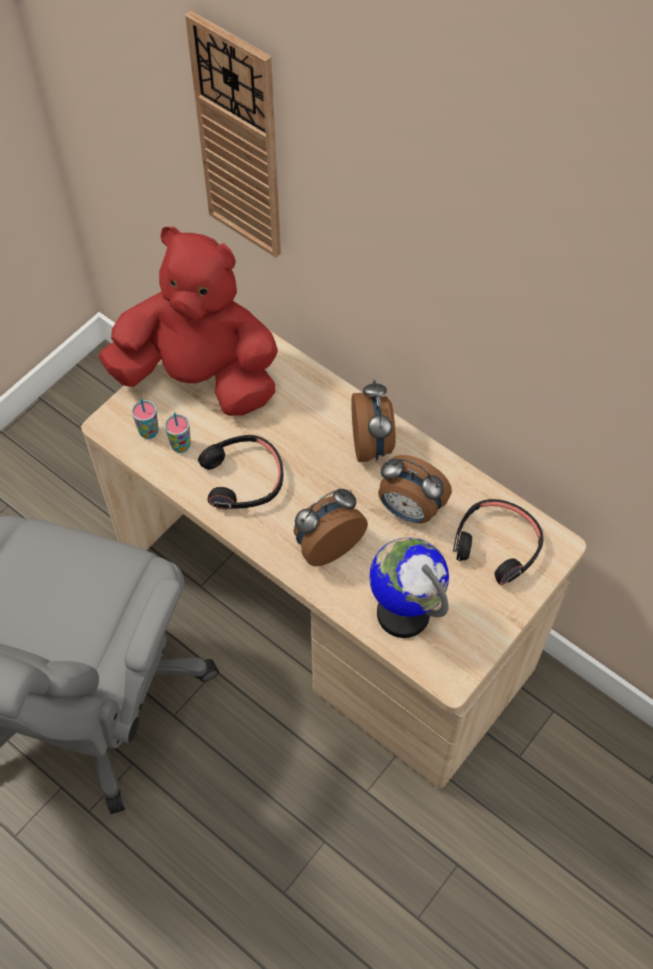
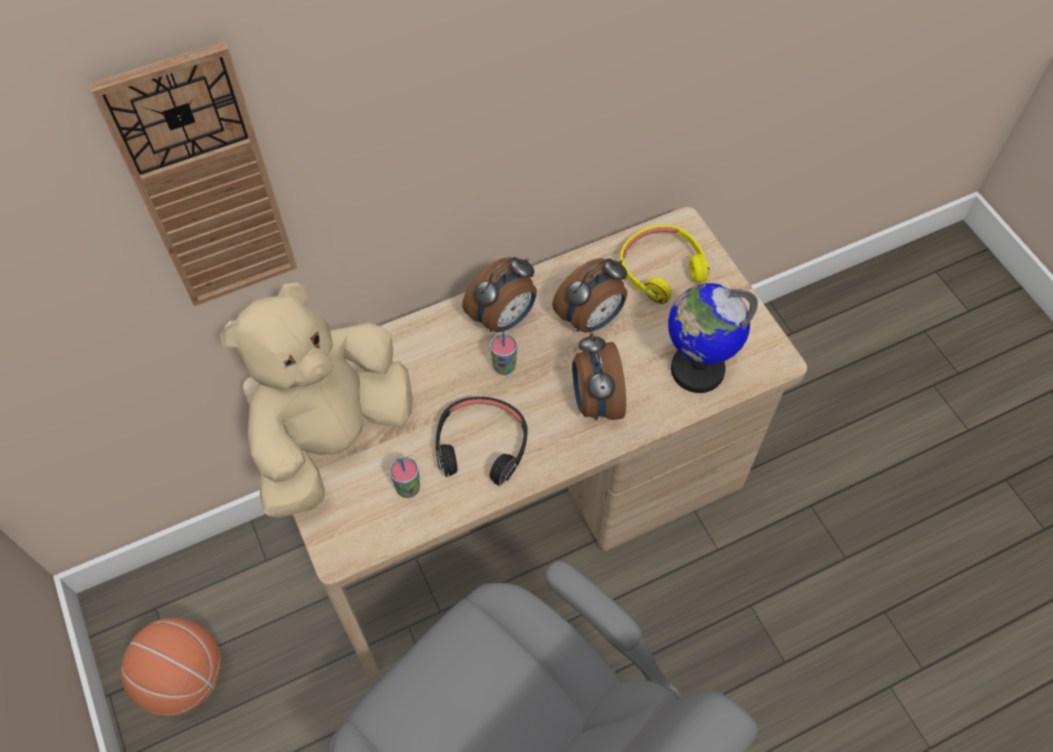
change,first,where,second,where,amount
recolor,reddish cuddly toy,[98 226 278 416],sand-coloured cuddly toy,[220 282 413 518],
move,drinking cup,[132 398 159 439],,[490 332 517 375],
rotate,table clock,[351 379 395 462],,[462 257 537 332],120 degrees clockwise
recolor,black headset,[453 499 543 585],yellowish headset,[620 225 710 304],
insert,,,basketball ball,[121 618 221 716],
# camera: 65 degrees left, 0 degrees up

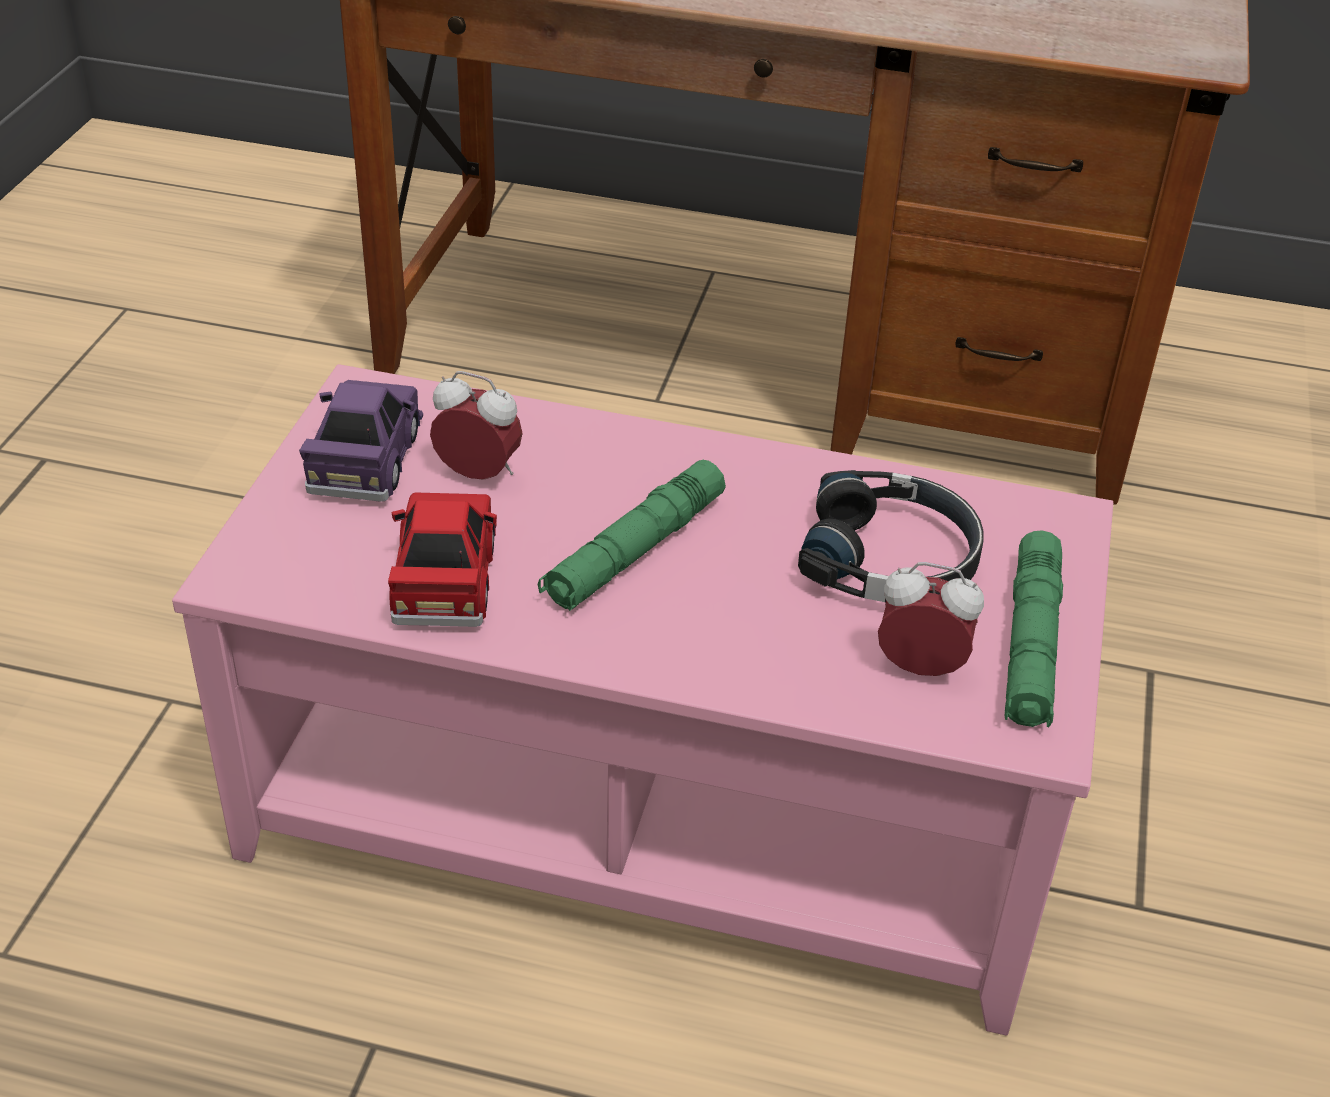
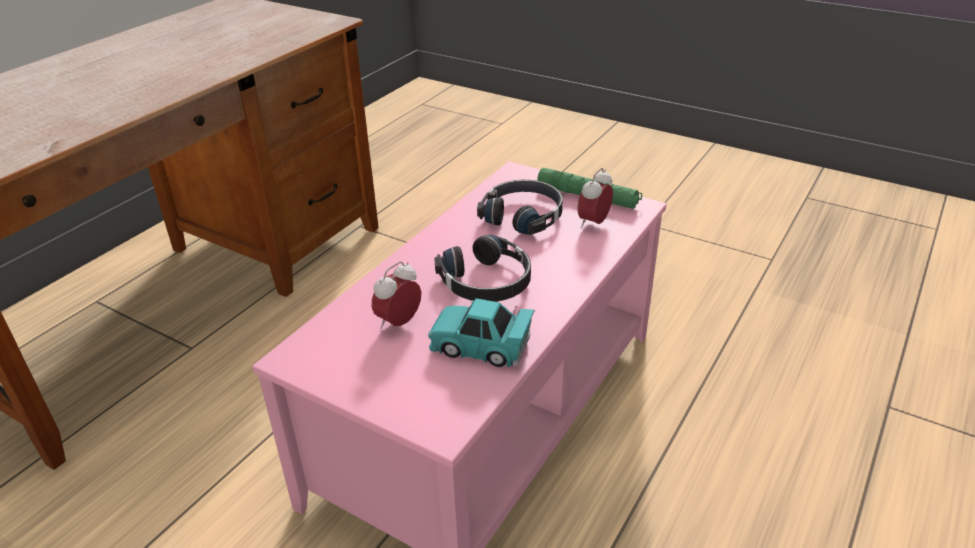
change,first,where,second,where,amount
delete,purple-coloured miniature car,[299 380 423 502],,,
recolor,reddish miniature car,[388 492 497 627],blue-green miniature car,[428 298 534 367],
replace,green-coloured hand torch,[538 460 726 611],black headset,[434 234 531 302],
# camera: 70 degrees left, 5 degrees down

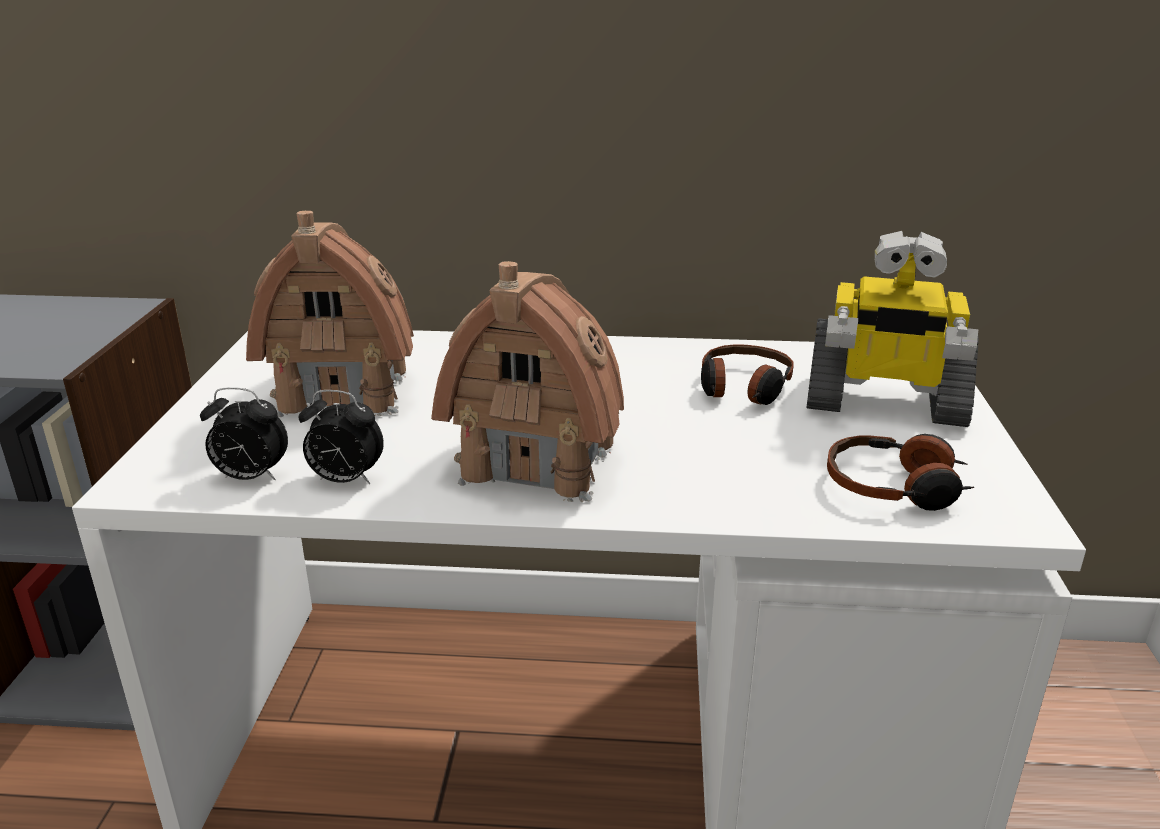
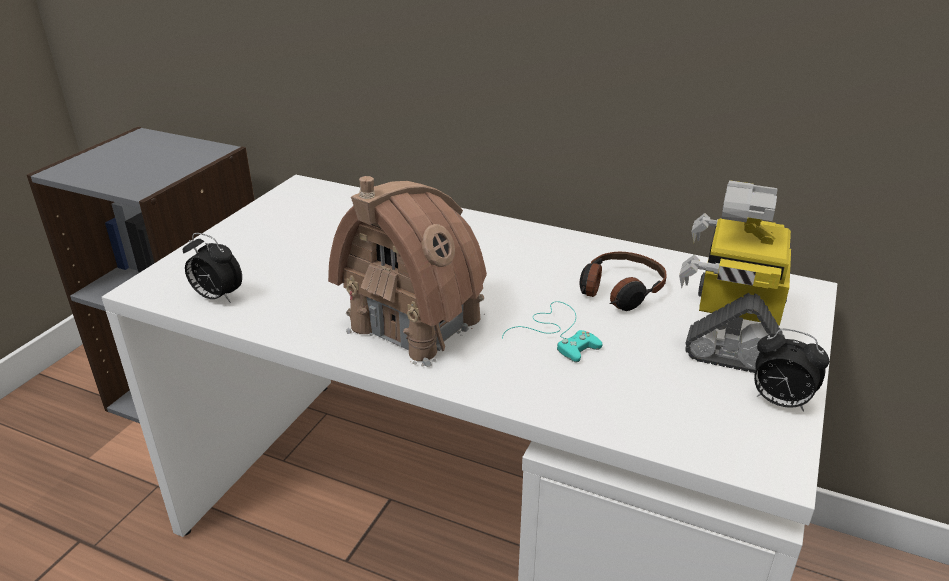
change,first,where,second,where,amount
delete,model house,[246 211 414 417],,,
move,table clock,[299 390 384 484],,[754 329 829 411],
rotate,robot figure,[806 231 979 427],,[679 180 791 373],75 degrees clockwise
delete,headset,[827 434 974 511],,,
insert,,,blue-green game controller,[502 301 602 363],
# camera: 20 degrees right, 5 degrees up

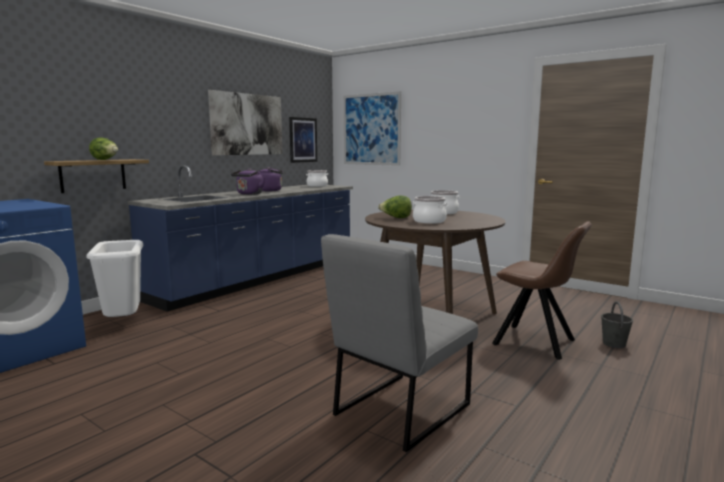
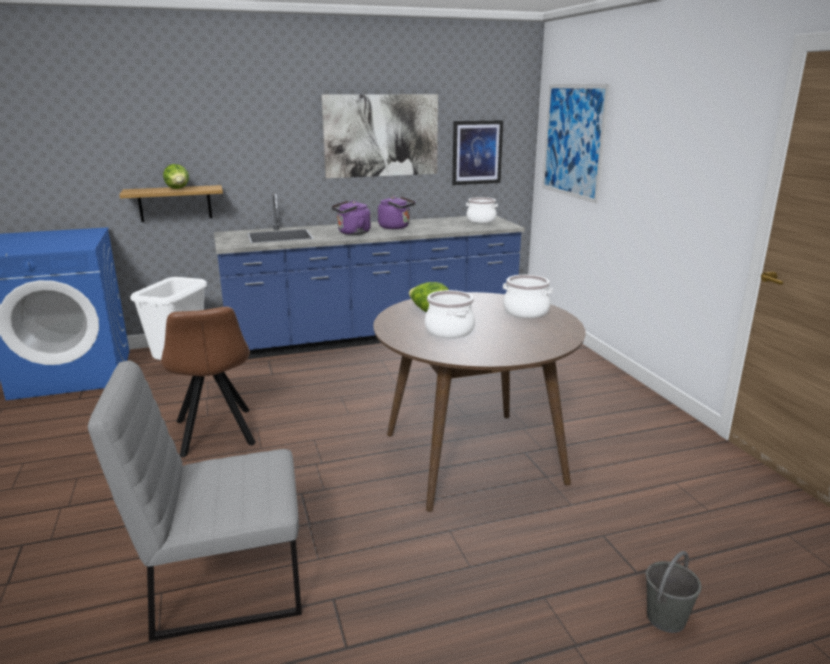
change,first,where,second,where,amount
move,brown upright chair,[492 221 592 360],,[161 307 256 458],
# camera: 35 degrees right, 10 degrees up

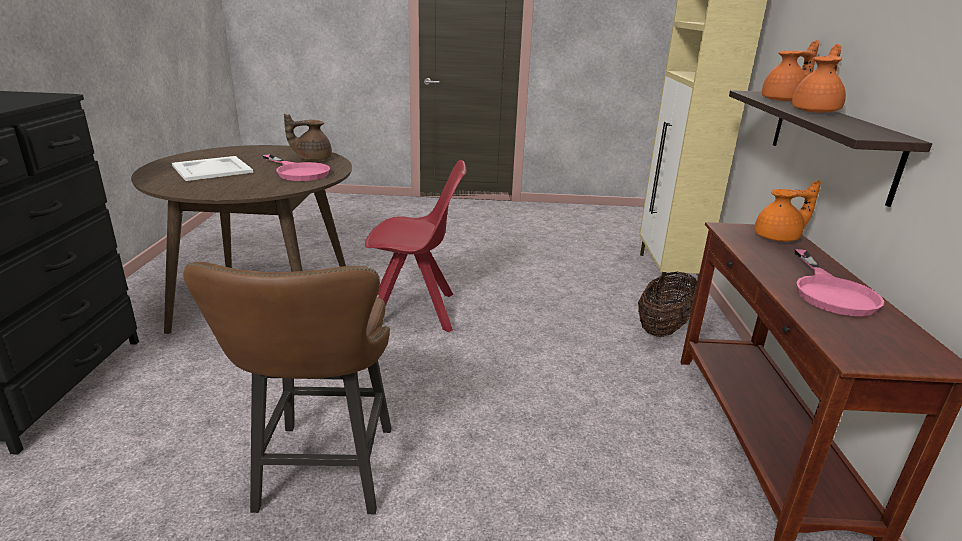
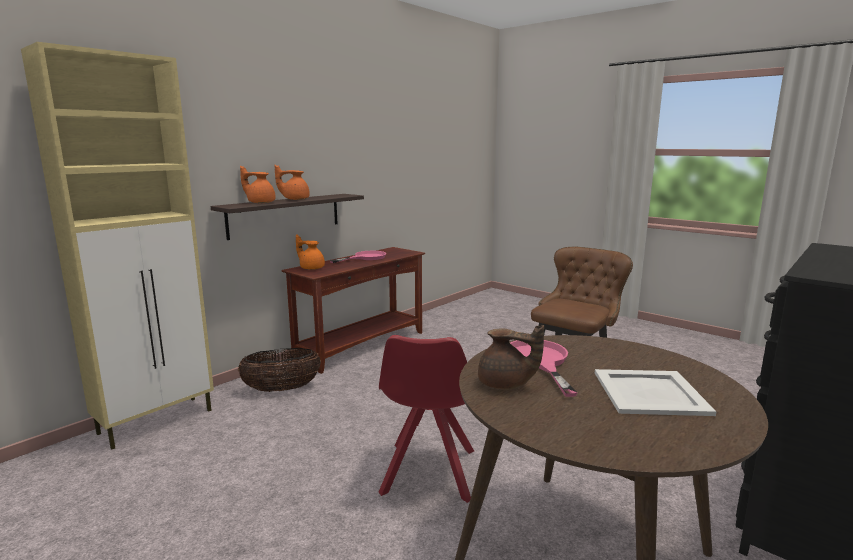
change,first,where,second,where,amount
rotate,reddish upright chair,[365 160 467 332],,[379 335 474 503],120 degrees counterclockwise
# camera: 140 degrees left, 10 degrees down

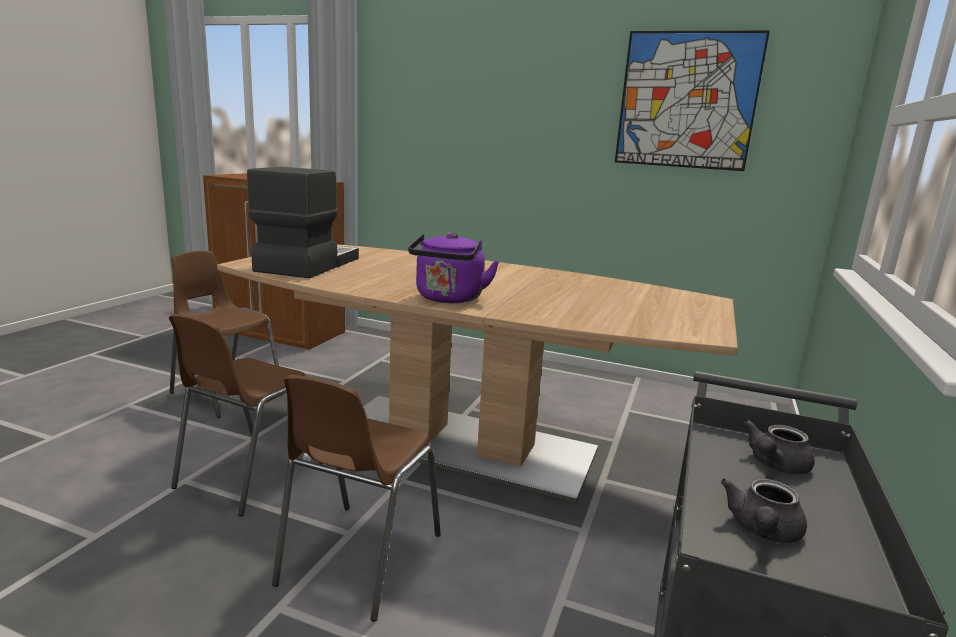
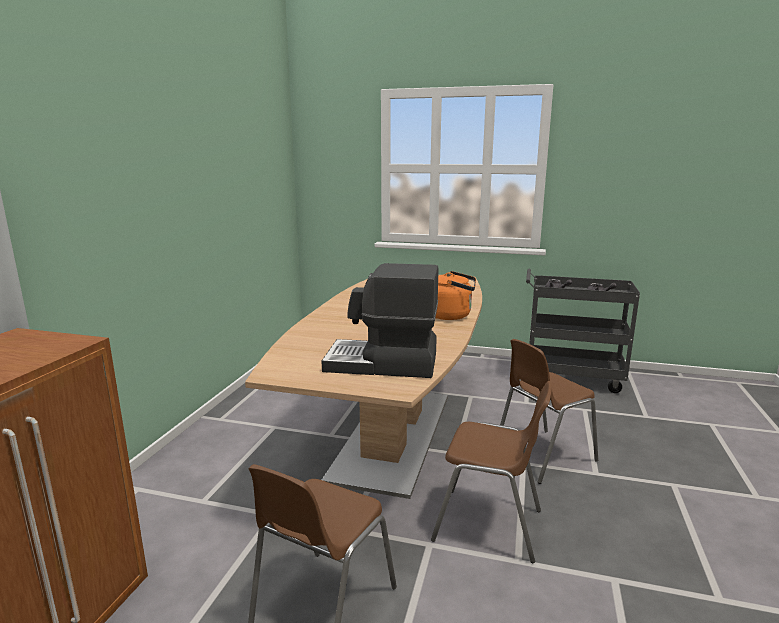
change,first,where,second,where,amount
rotate,brown upright chair,[272 375 441 622],,[500 339 598 484],135 degrees clockwise
recolor,purple-coloured tea kettle,[408 232 499 303],orange-coloured tea kettle,[435 271 476 320],
delete,picture,[615 30 770 171],,,
# camera: 95 degrees left, 0 degrees up

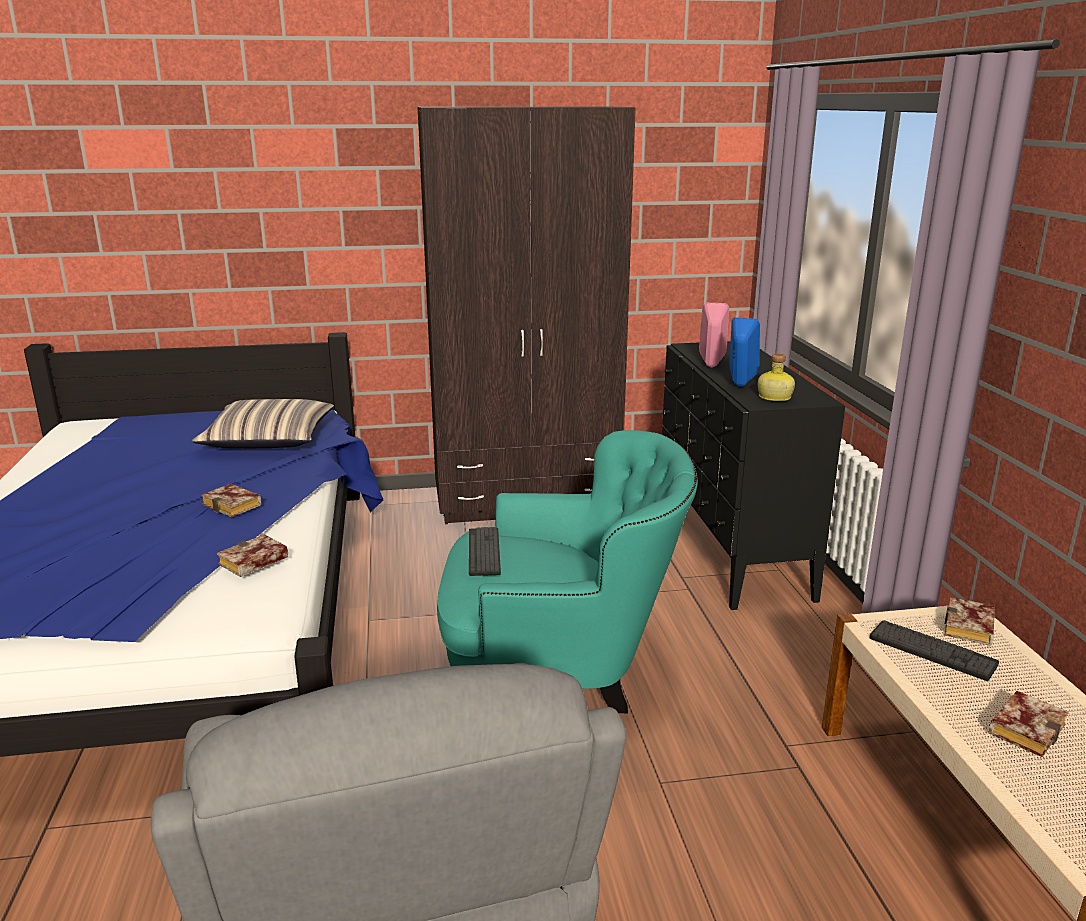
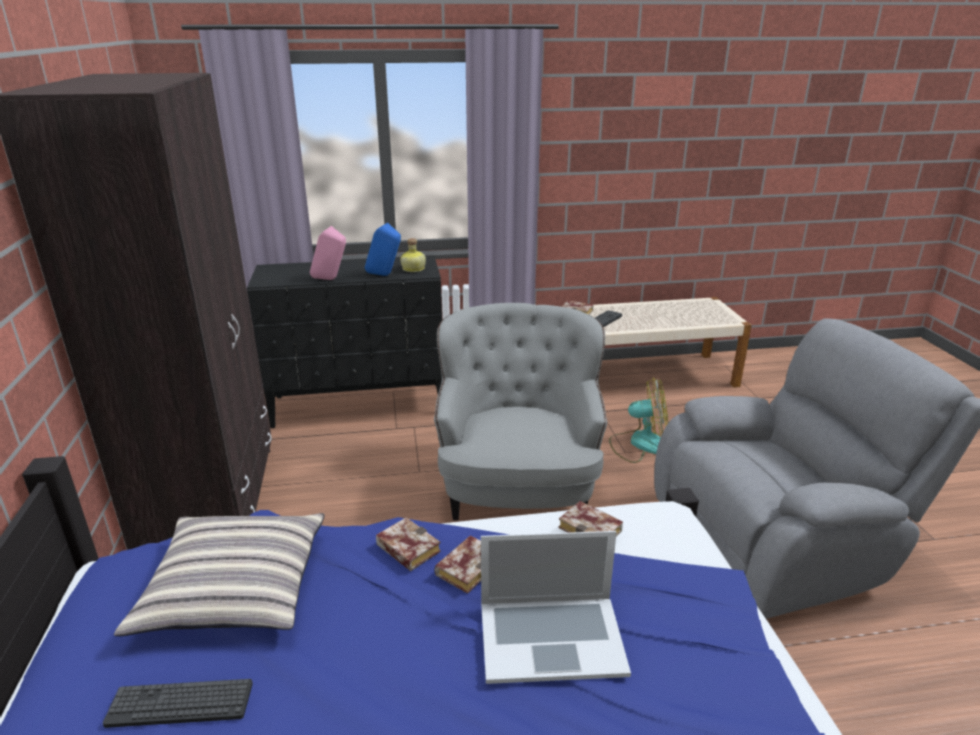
change,first,where,second,where,amount
recolor,blue-green lounge chair,[437 430 698 713],greyish lounge chair,[434 303 607 520],
move,PC keyboard,[469 527 501 576],,[103 679 253 728],
move,volume,[989 691 1069 757],,[376 517 441 571],
insert,,,notebook computer,[481 531 631 684],
insert,,,electric fan,[609 377 668 463],
# camera: 90 degrees left, 5 degrees up

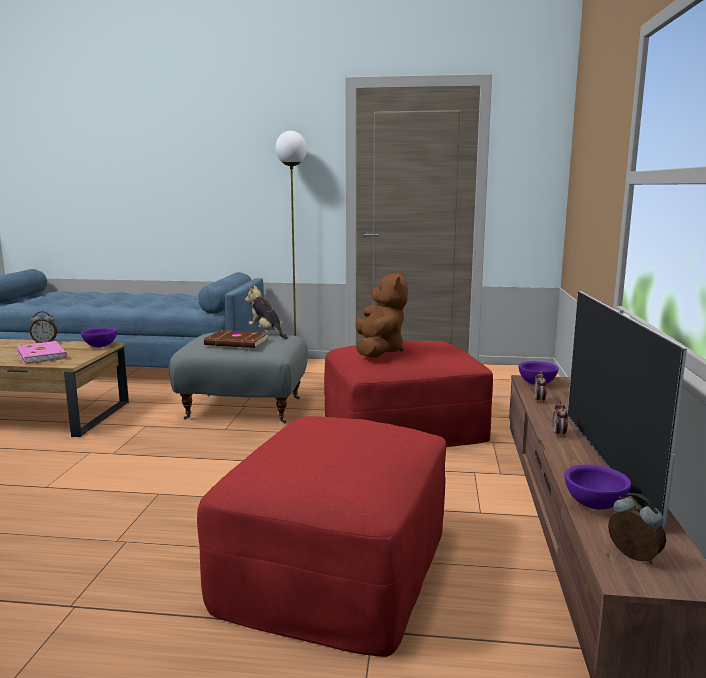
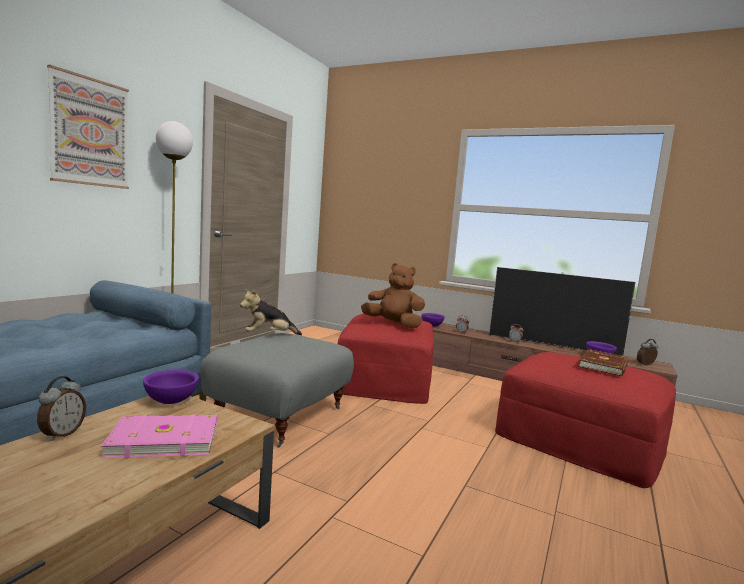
change,first,where,second,where,amount
move,brown volume,[204 330 268 348],,[578 349 628 376],
insert,,,picture,[47 65 129 189],
# camera: 70 degrees left, 5 degrees down

